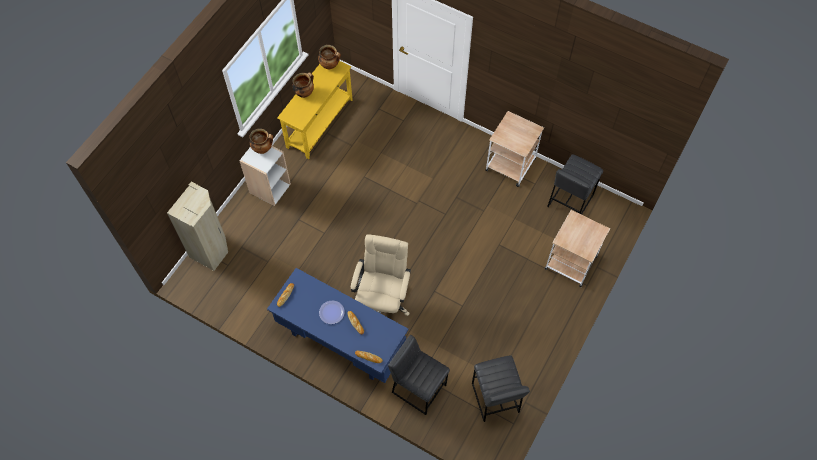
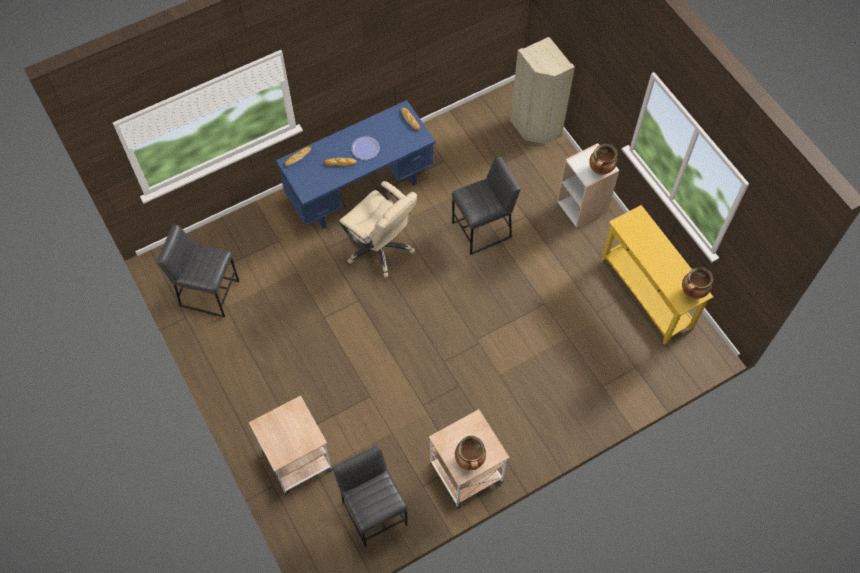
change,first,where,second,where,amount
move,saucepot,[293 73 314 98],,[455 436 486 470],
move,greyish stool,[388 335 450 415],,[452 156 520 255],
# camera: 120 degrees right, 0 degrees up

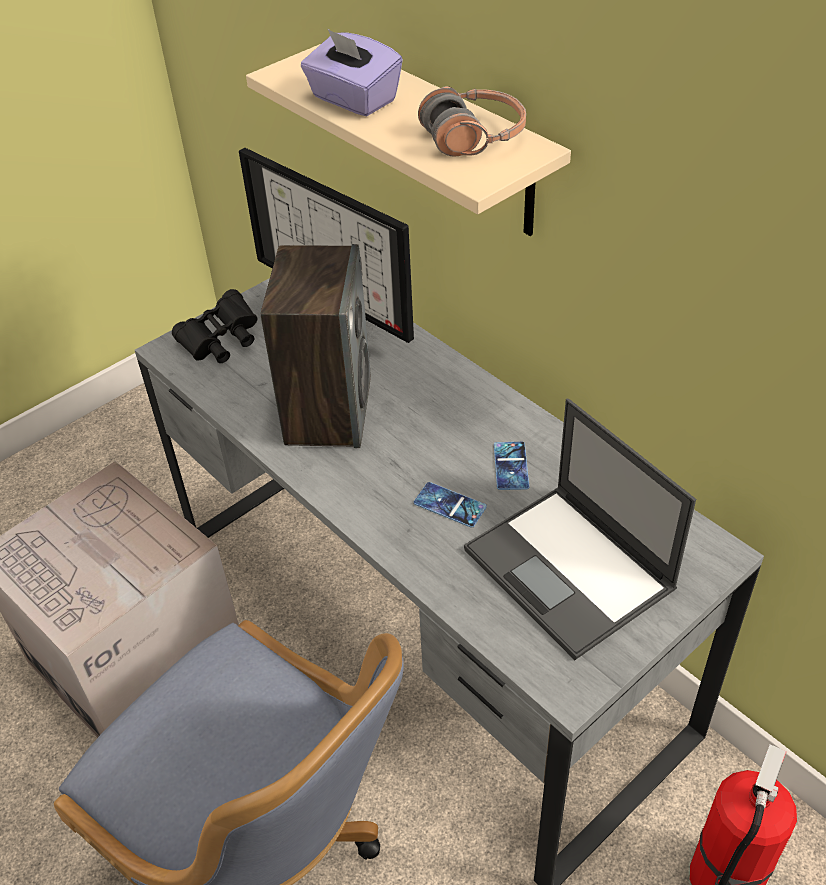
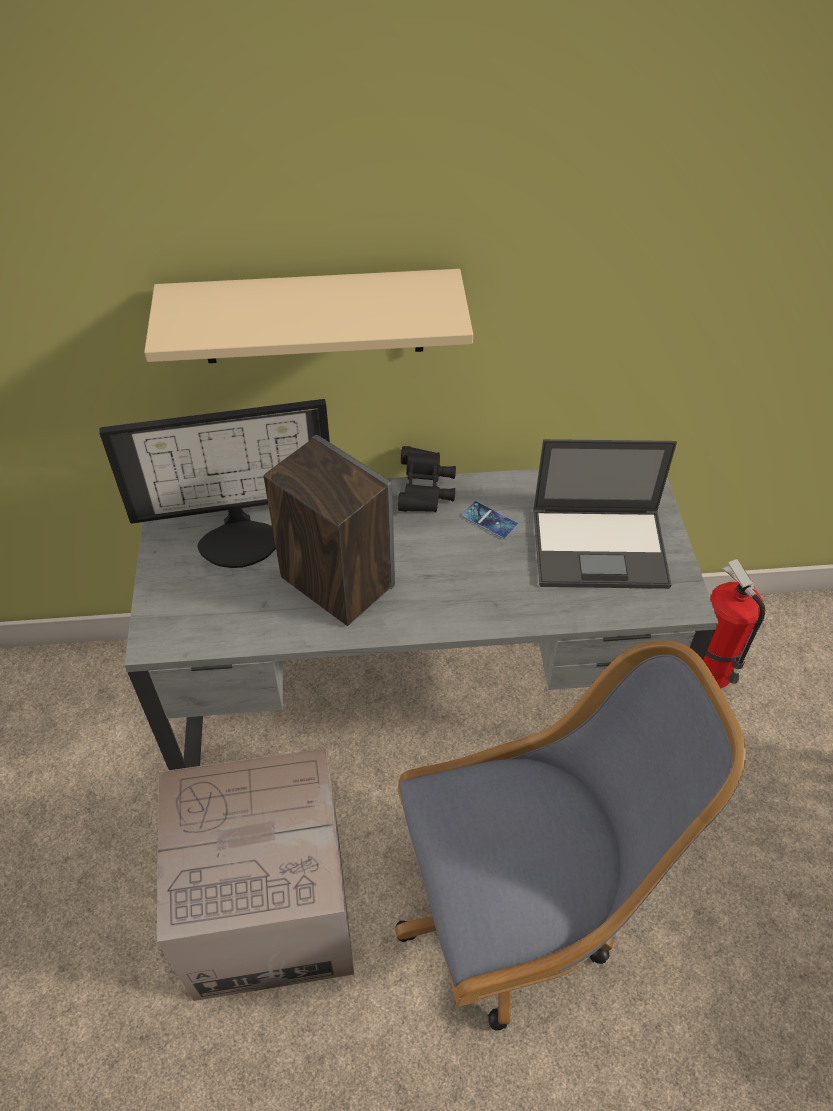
change,first,where,second,where,amount
move,black pair of binoculars,[172 289 257 363],,[398 446 456 512],
delete,purple-coloured box of tissues,[301 28 403 116],,,
delete,phone,[414 482 487 528],,,
delete,headset,[418 86 526 157],,,
# camera: 55 degrees left, 5 degrees up

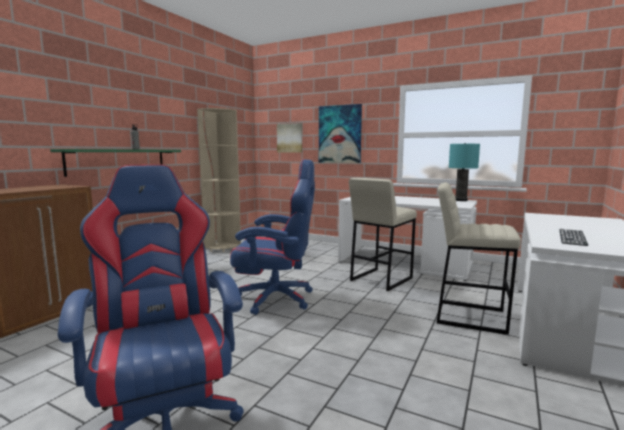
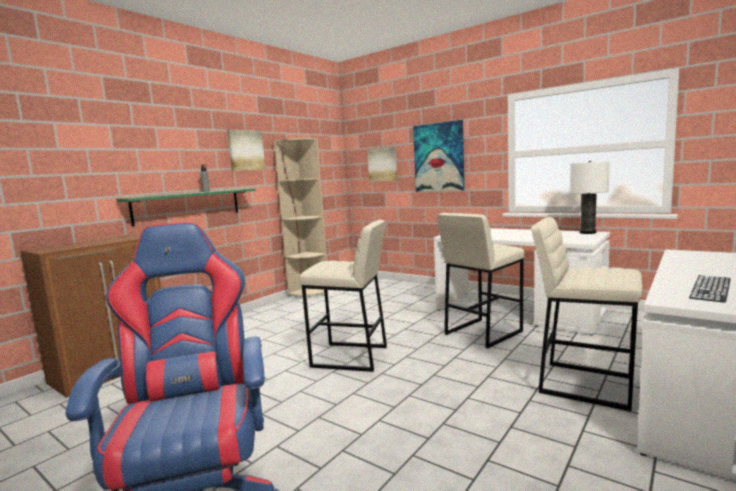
change,first,where,second,where,amount
replace,blue-coloured desk chair,[230 159 315 315],sand-coloured stool,[300 220 387 372],
recolor,blue-green lamp for a table,[449 143 480 201],white lamp for a table,[570 161 610 234],
insert,,,picture,[227 129 265 171],
# camera: 10 degrees right, 0 degrees up

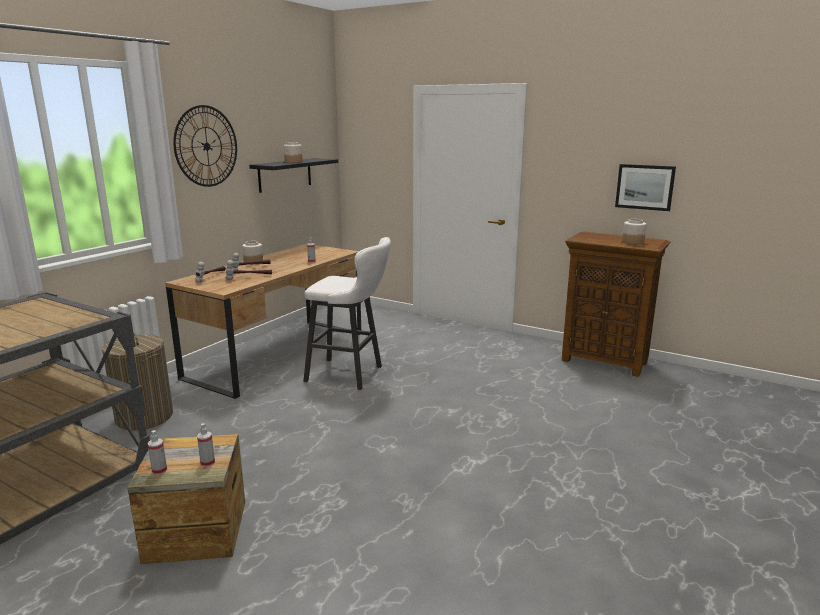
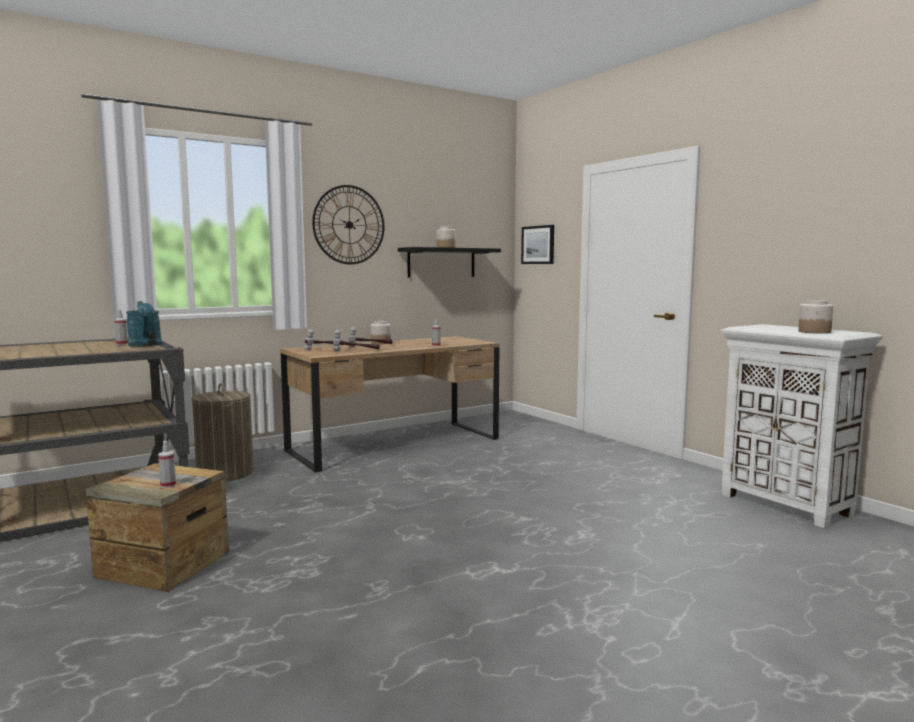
change,first,where,second,where,amount
move,sprayer,[148 430 167 475],,[114 310 128 345],
delete,white stool,[303 237 391 390],,,
recolor,brown storage cabinet,[562 232 671 377],white storage cabinet,[721 324 884 528],
move,picture,[615 164 676 211],,[521 225 554 264],
insert,,,blue-green watering pot,[126 301 162 347],
# camera: 25 degrees right, 10 degrees down

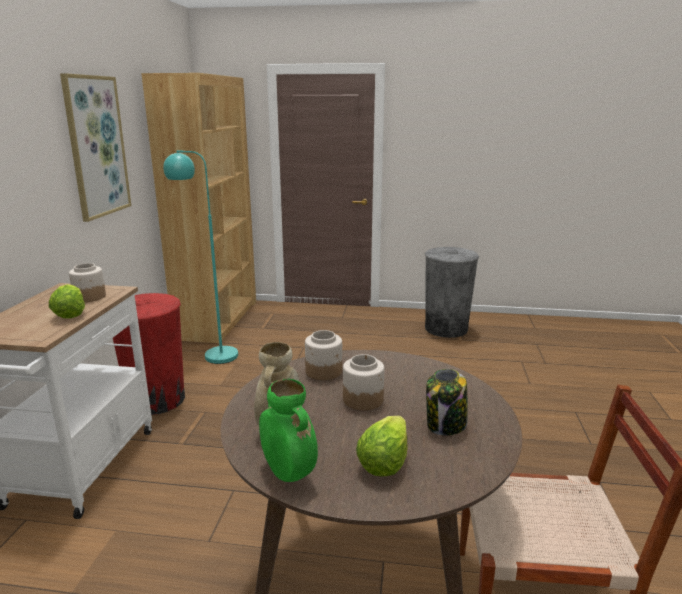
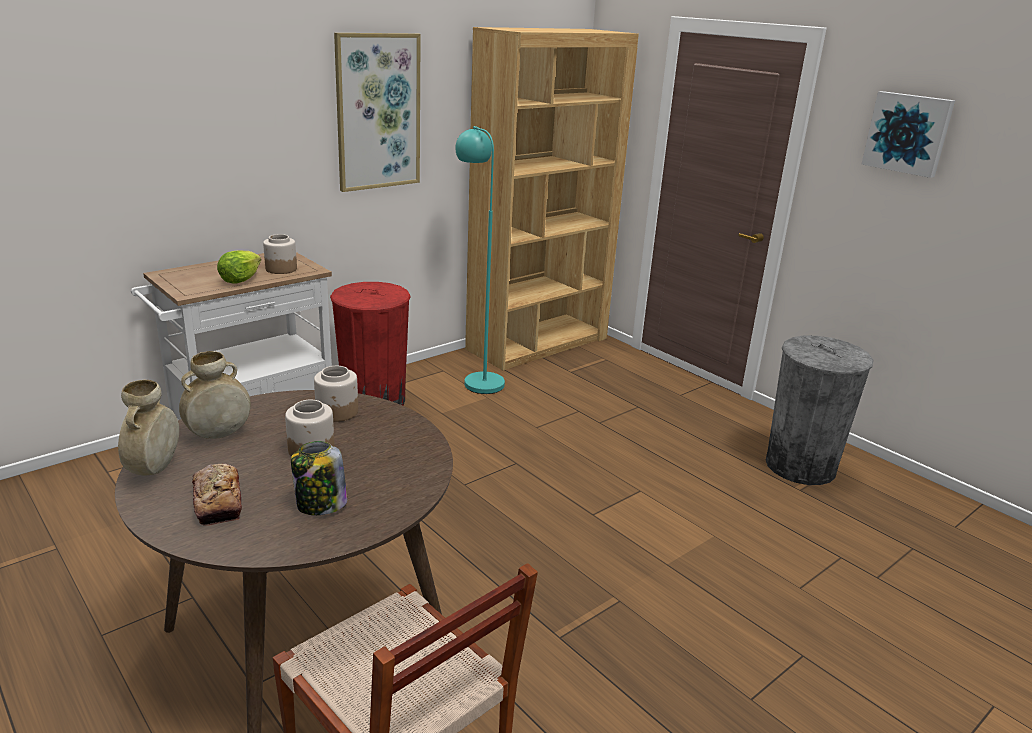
change,first,where,second,where,amount
recolor,green-coloured flower vase,[259 379 318 482],sand-coloured flower vase,[118 380 179 475],
replace,head of lettuce,[356 416 407 476],bakery bread,[192 464 242 526],
insert,,,picture,[862 91 955 178],
# camera: 40 degrees right, 5 degrees up

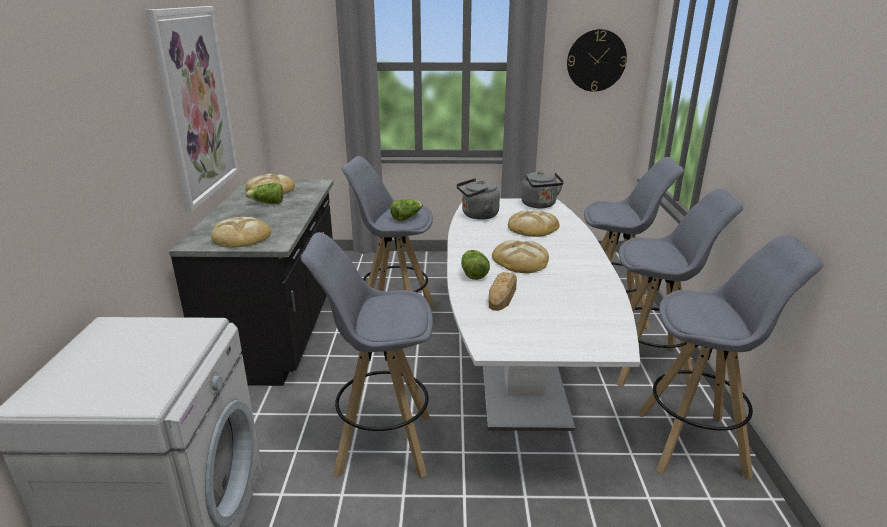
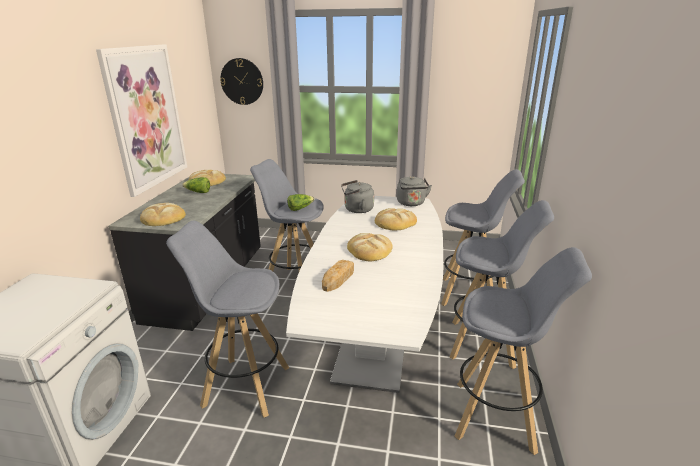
change,first,where,second,where,amount
delete,head of lettuce,[461 250 490 280],,,
move,hanging clock,[567 29 627 92],,[220 58 263 105],
# camera: 10 degrees right, 0 degrees up

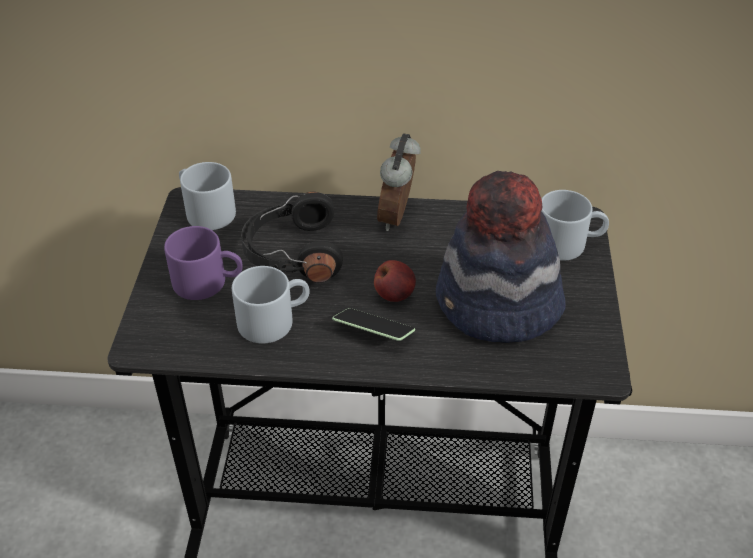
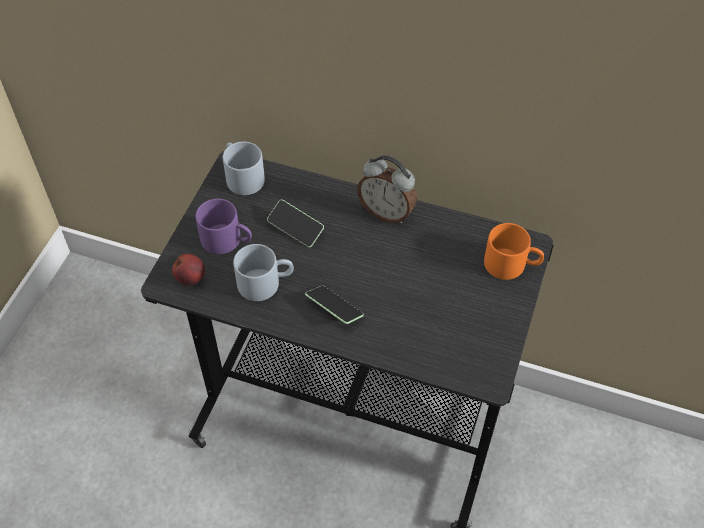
change,first,where,second,where,amount
replace,black headset,[241 192 343 283],phone,[267 199 324 248],
move,apple fruit,[374 260 416 302],,[172 254 205 285],
rotate,table clock,[377 133 421 231],,[357 155 417 223],90 degrees counterclockwise
delete,clothing hat,[436 171 566 343],,,
recolor,greyish coffee mug,[541 190 609 261],orange-coloured coffee mug,[484 223 544 280],
# camera: 15 degrees right, 10 degrees up

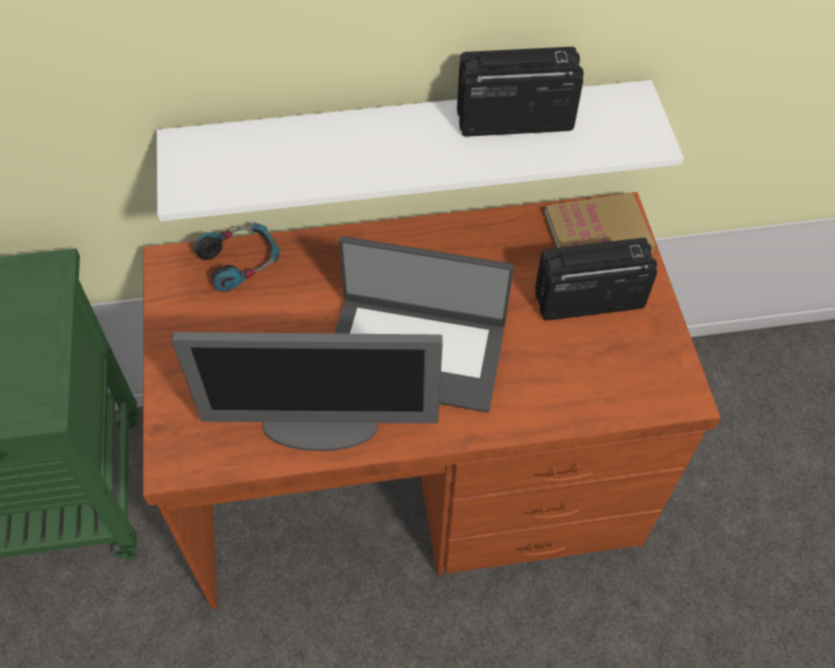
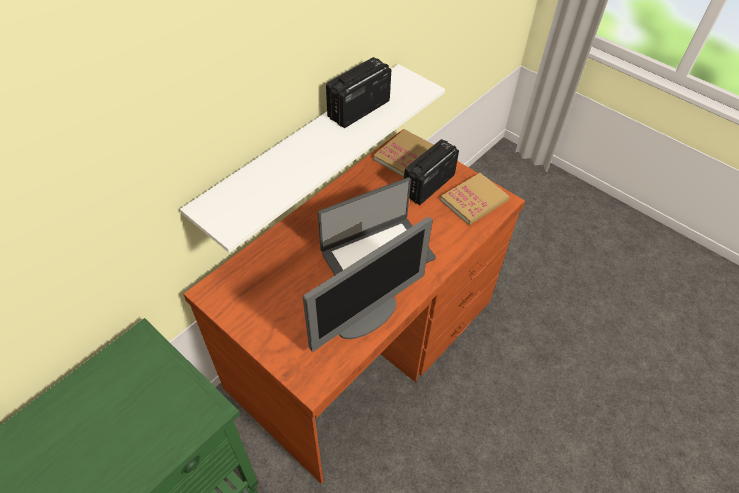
change,first,where,second,where,amount
delete,headset,[194 222 280 291],,,
insert,,,volume,[440 173 509 225],
# camera: 40 degrees left, 5 degrees down

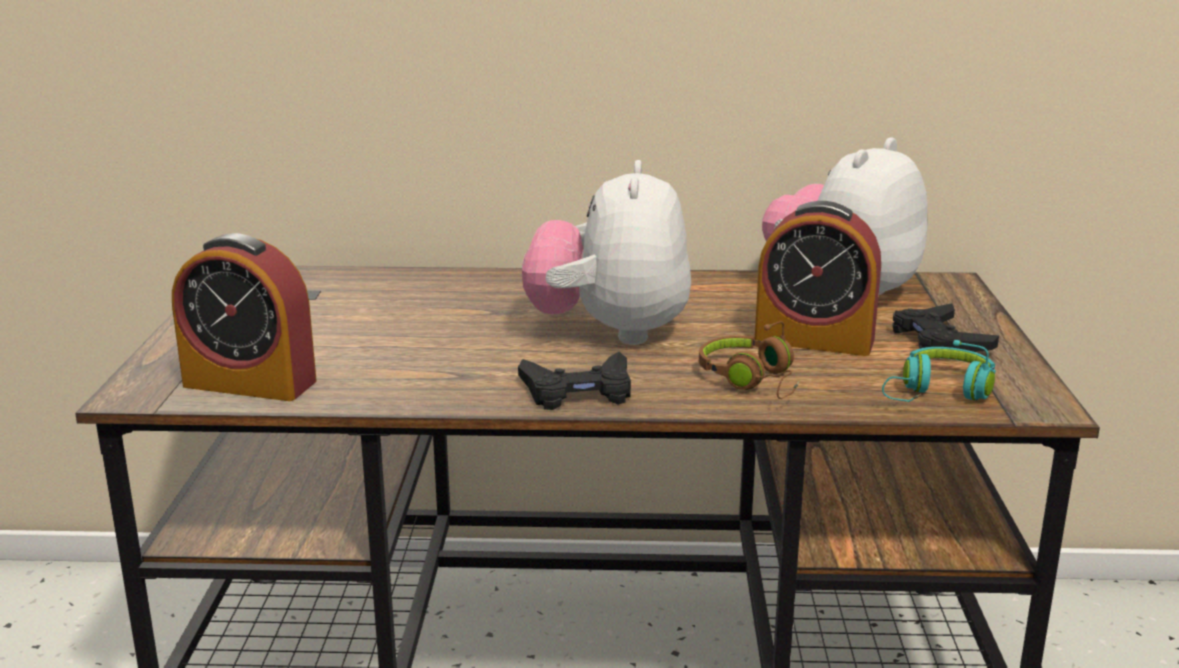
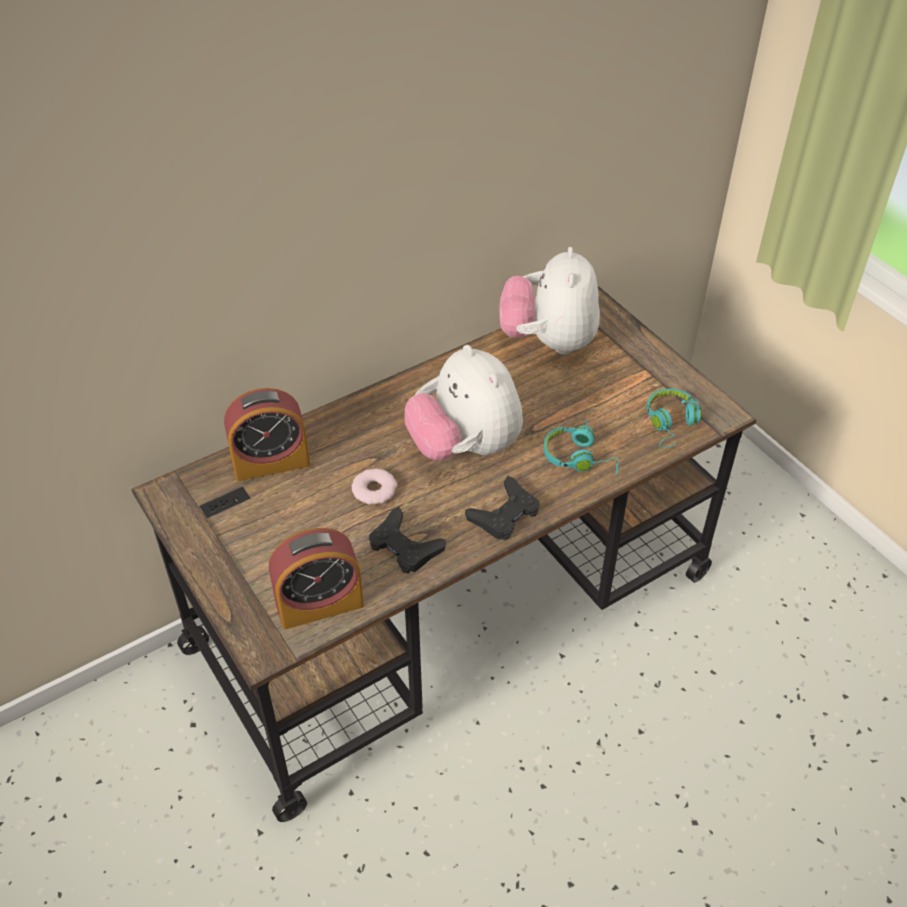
change,first,where,second,where,amount
recolor,brown headset,[699 321 800 399],blue-green headset,[544 420 619 476],
move,table clock,[755 201 881 356],,[224 388 310 481],
move,black game controller,[892 304 999 352],,[369 507 446 574],
insert,,,doughnut,[352 469 397 505],
# camera: 35 degrees left, 25 degrees up

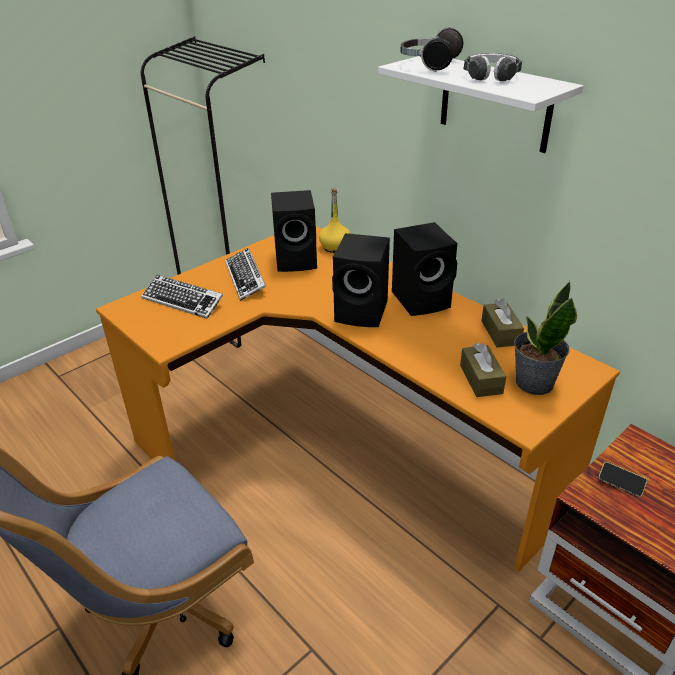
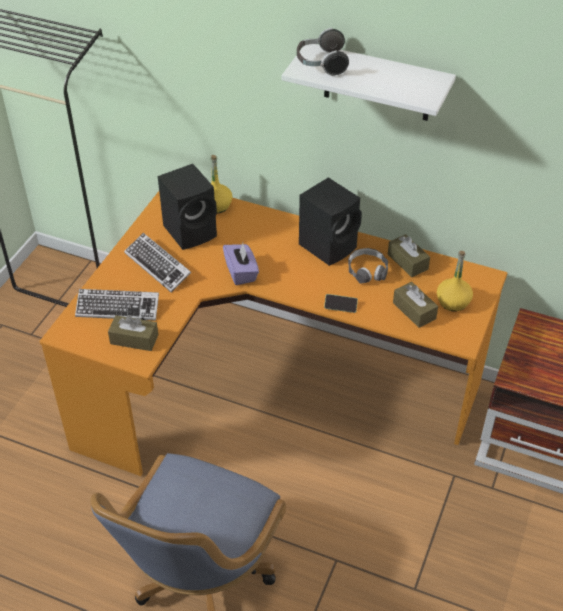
change,first,where,second,where,amount
delete,black speaker,[332 233 390 327],,,
move,headset,[464 53 522 81],,[348 248 388 284],
replace,houseplant,[514 281 577 395],yellowish drink bottle,[437 251 473 312],
move,phone,[599 462 647 497],,[324 294 358 313],
insert,,,brown box of tissues,[108 315 158 351],
insert,,,purple-coloured box of tissues,[223 243 259 285],
# camera: 25 degrees left, 10 degrees up

